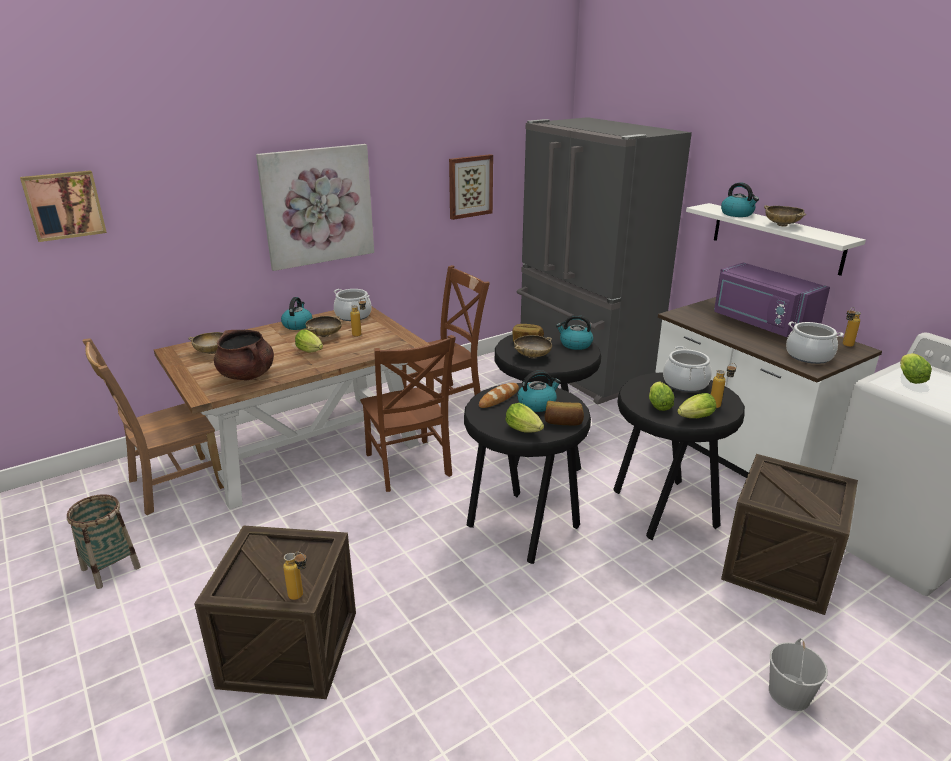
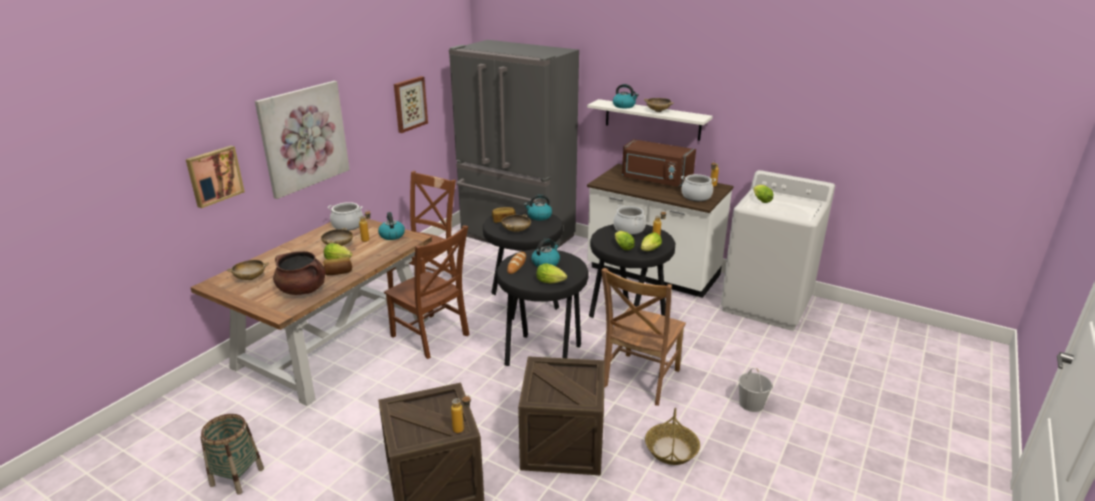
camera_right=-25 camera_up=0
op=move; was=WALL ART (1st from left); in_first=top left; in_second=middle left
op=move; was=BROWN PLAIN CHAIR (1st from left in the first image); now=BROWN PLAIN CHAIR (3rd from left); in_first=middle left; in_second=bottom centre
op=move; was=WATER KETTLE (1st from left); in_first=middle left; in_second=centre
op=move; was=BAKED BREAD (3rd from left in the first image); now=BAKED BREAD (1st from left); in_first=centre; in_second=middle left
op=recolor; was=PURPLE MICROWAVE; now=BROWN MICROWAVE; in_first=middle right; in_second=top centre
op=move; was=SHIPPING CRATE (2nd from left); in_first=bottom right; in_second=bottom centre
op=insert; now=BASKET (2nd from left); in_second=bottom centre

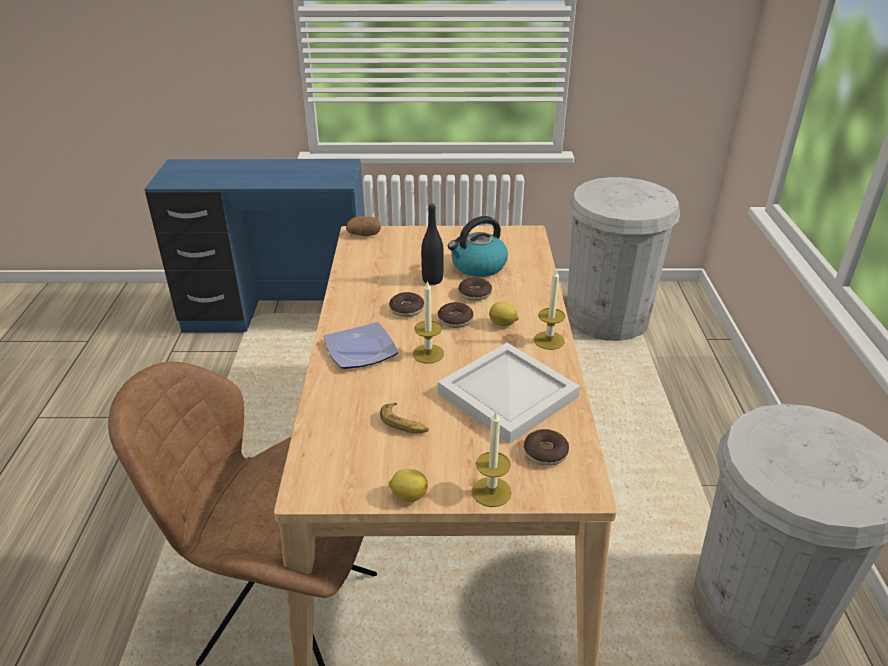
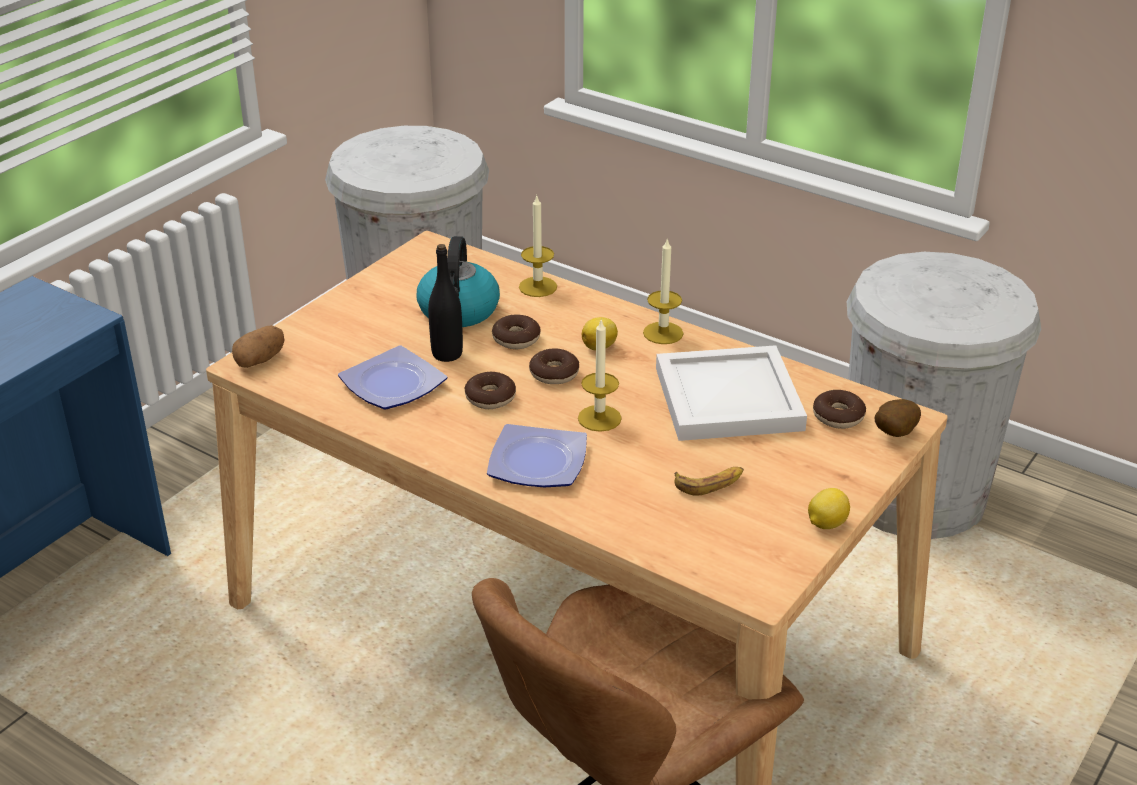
camera_right=-55 camera_up=0
op=move; was=WAX CANDLE (2nd from left in the first image); now=WAX CANDLE (1st from left); in_first=bottom centre; in_second=top centre
op=insert; now=DINNER PLATE (1st from left); in_second=centre
op=insert; now=WHOLE POTATO (2nd from left); in_second=middle right

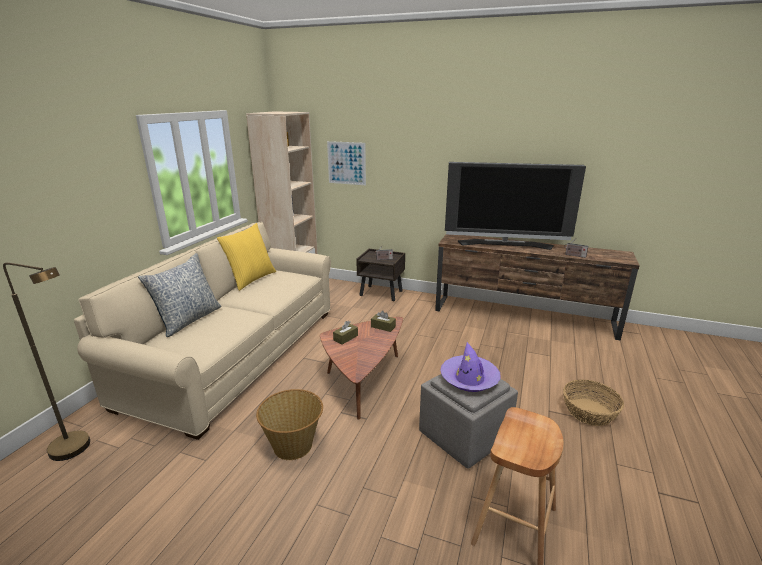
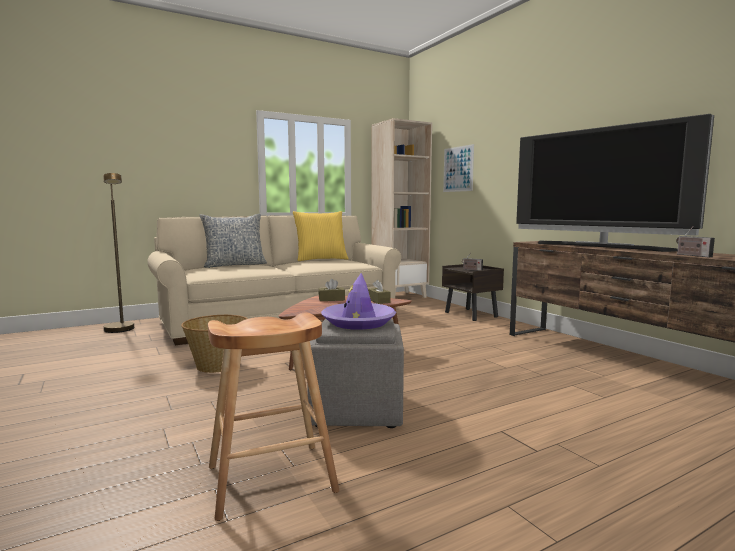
camera_right=40 camera_up=-15
op=delete; was=BASKET (2nd from left); in_first=bottom right

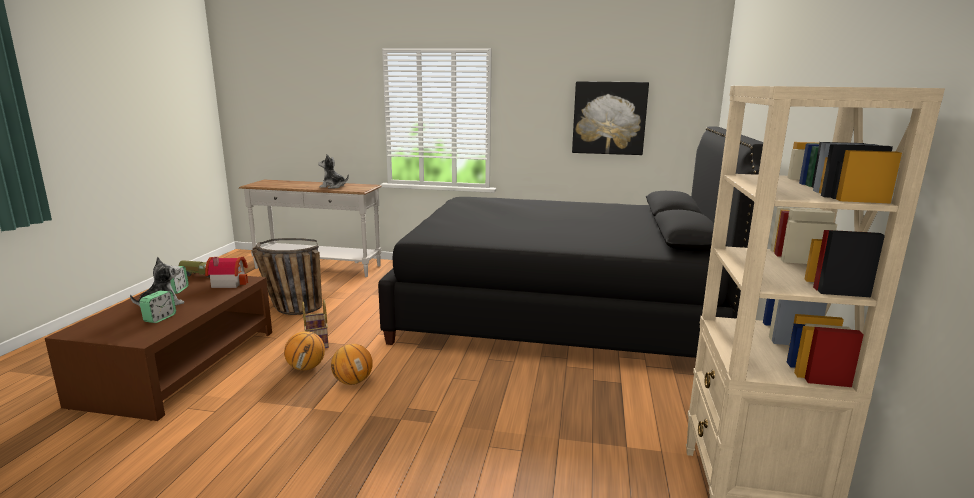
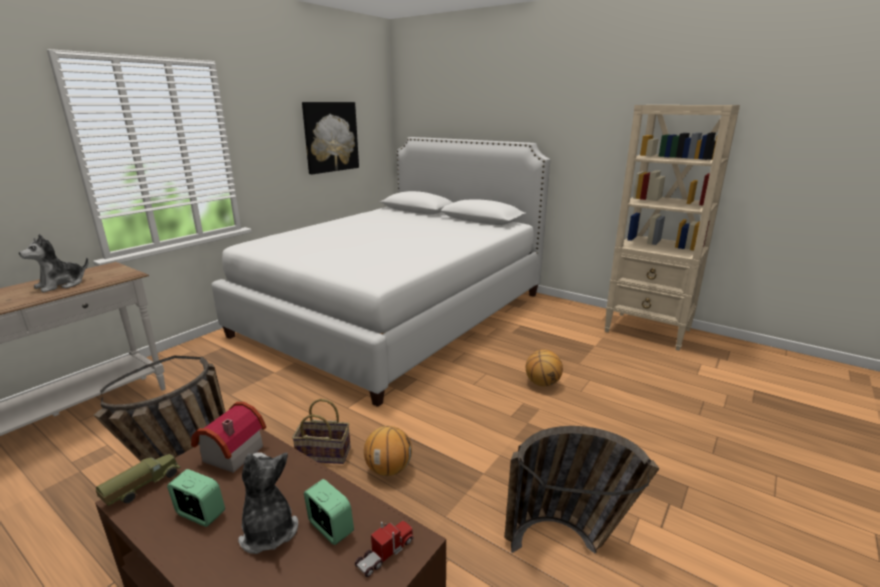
camera_right=-65 camera_up=5
op=move; was=BALL FOR BASKETBALL (2nd from left); in_first=bottom centre; in_second=centre
op=recolor; was=BLACK BEDROOM BED; now=WHITE-COLOURED BEDROOM BED; in_first=centre; in_second=centre
op=insert; now=TOY TRUCK (2nd from left); in_second=bottom centre
op=insert; now=BASKET (3rd from left); in_second=bottom centre

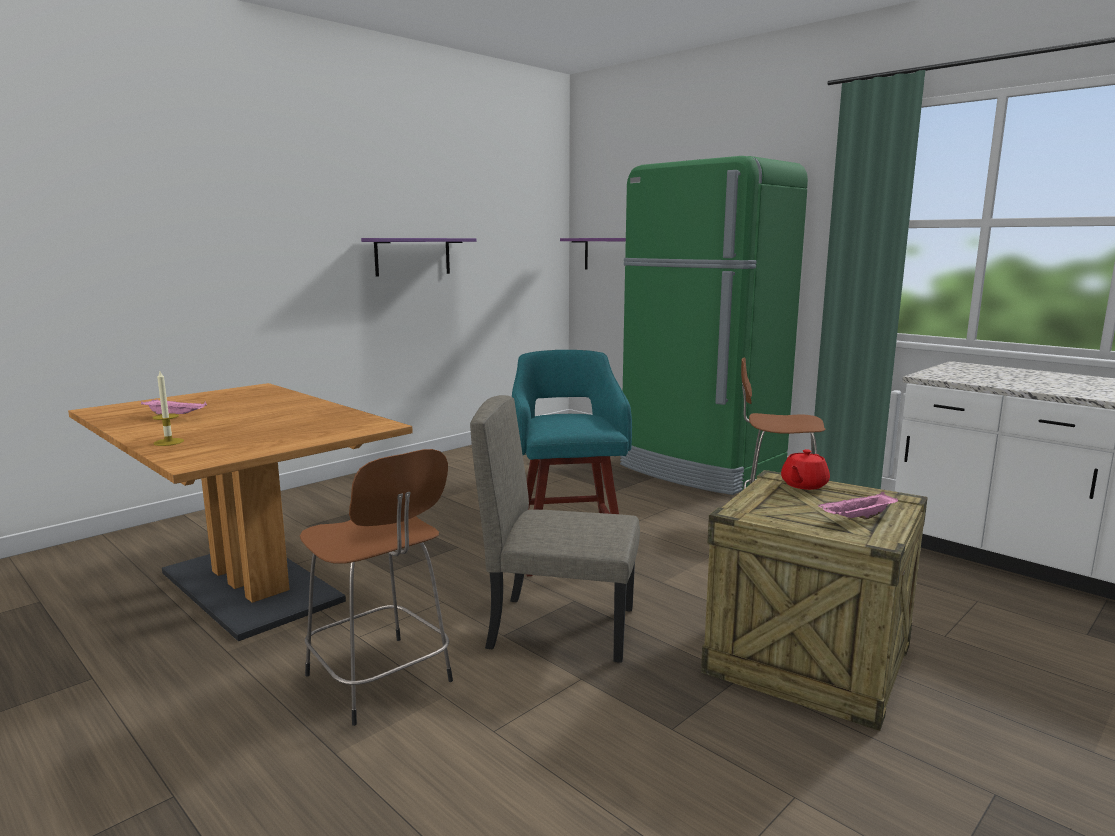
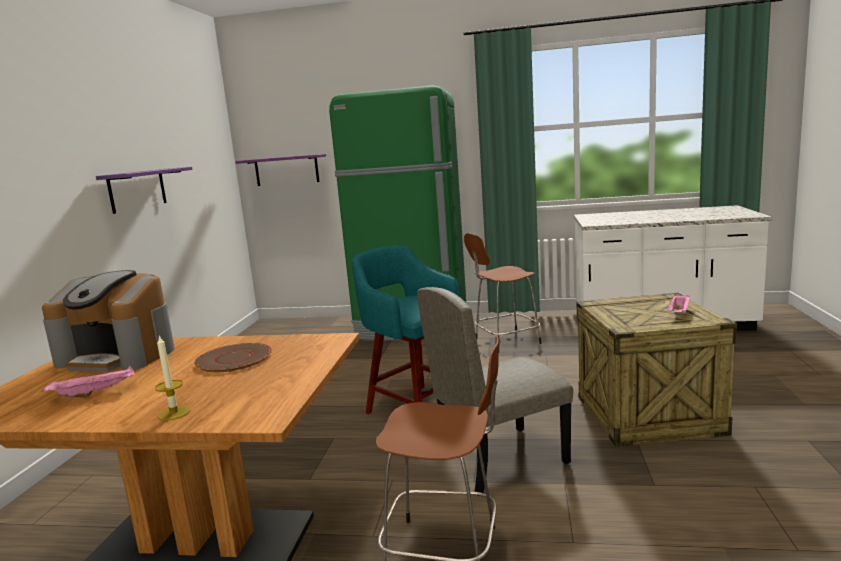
camera_right=-35 camera_up=0
op=delete; was=RED TEAPOT; in_first=middle right
op=insert; now=COFFEE BREWER; in_second=middle left
op=insert; now=BROWN DINNER PLATE; in_second=middle left

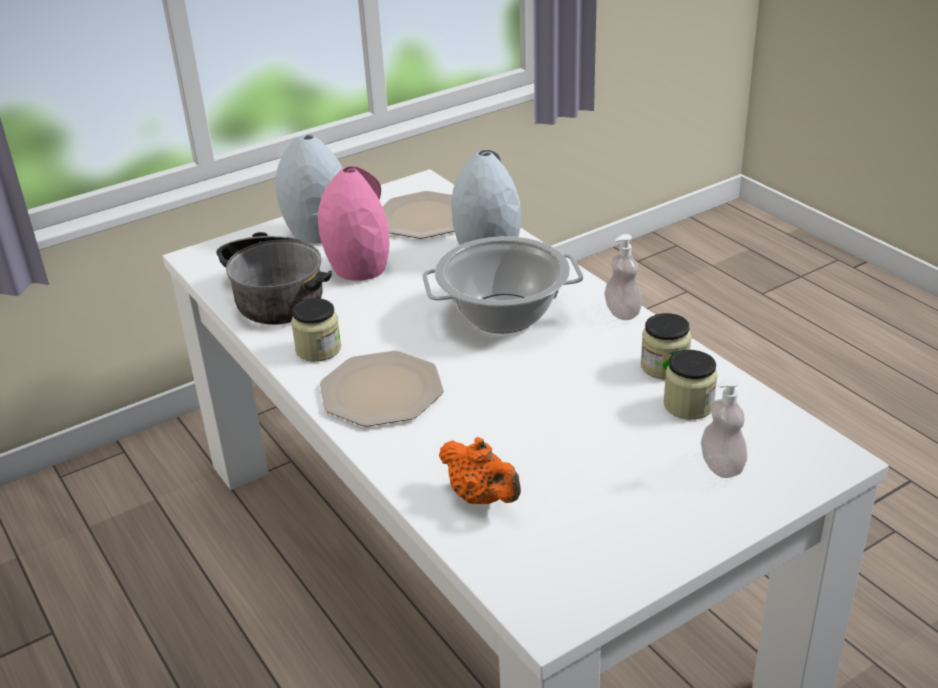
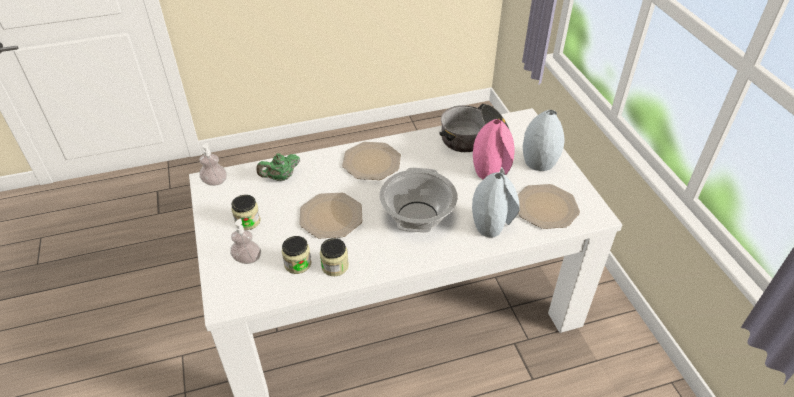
camera_right=105 camera_up=10
op=move; was=PRESERVE JAR (1st from left); in_first=centre; in_second=middle left
op=recolor; was=ORANGEY TEAPOT; now=GREENISH TEAPOT; in_first=bottom centre; in_second=centre
op=move; was=SOAP BOTTLE (1st from left); in_first=centre; in_second=middle left
op=insert; now=DINNER PLATE (1st from left); in_second=centre

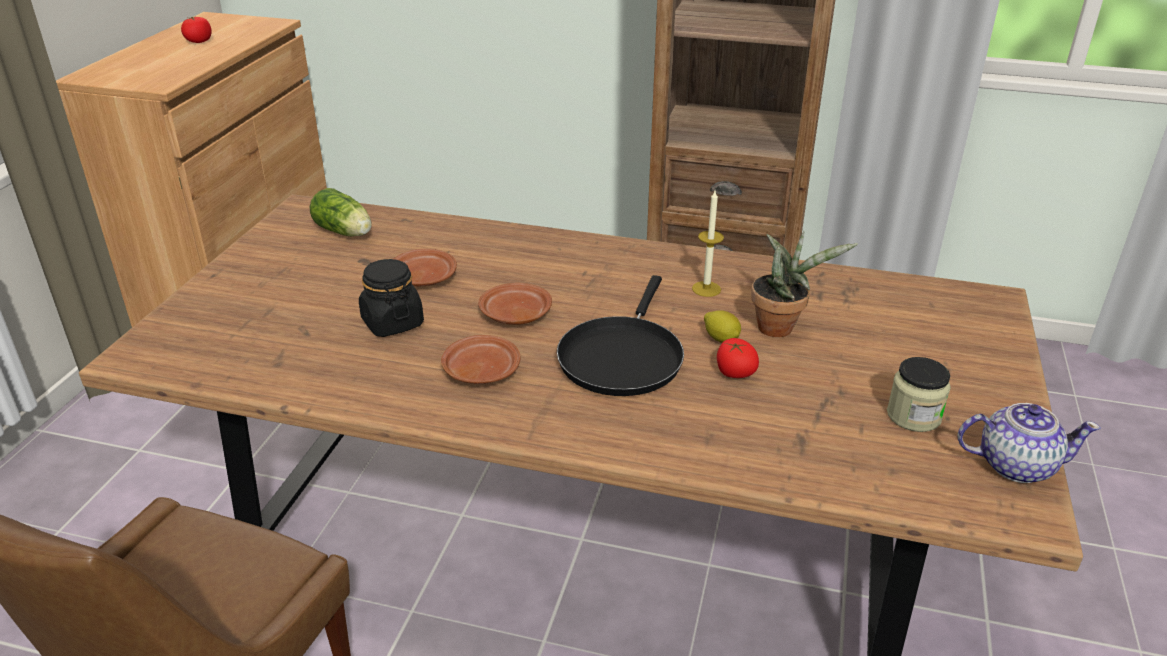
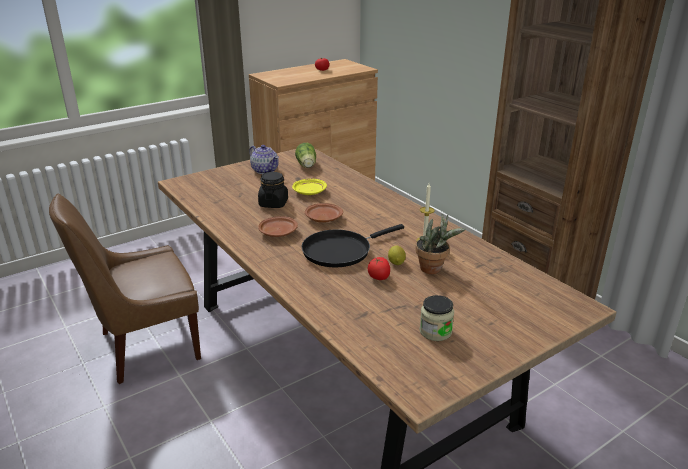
camera_right=40 camera_up=-5
op=recolor; was=BROWN DINNER PLATE (1st from left); now=YELLOW DINNER PLATE; in_first=centre; in_second=centre
op=move; was=TEAPOT; in_first=bottom right; in_second=centre

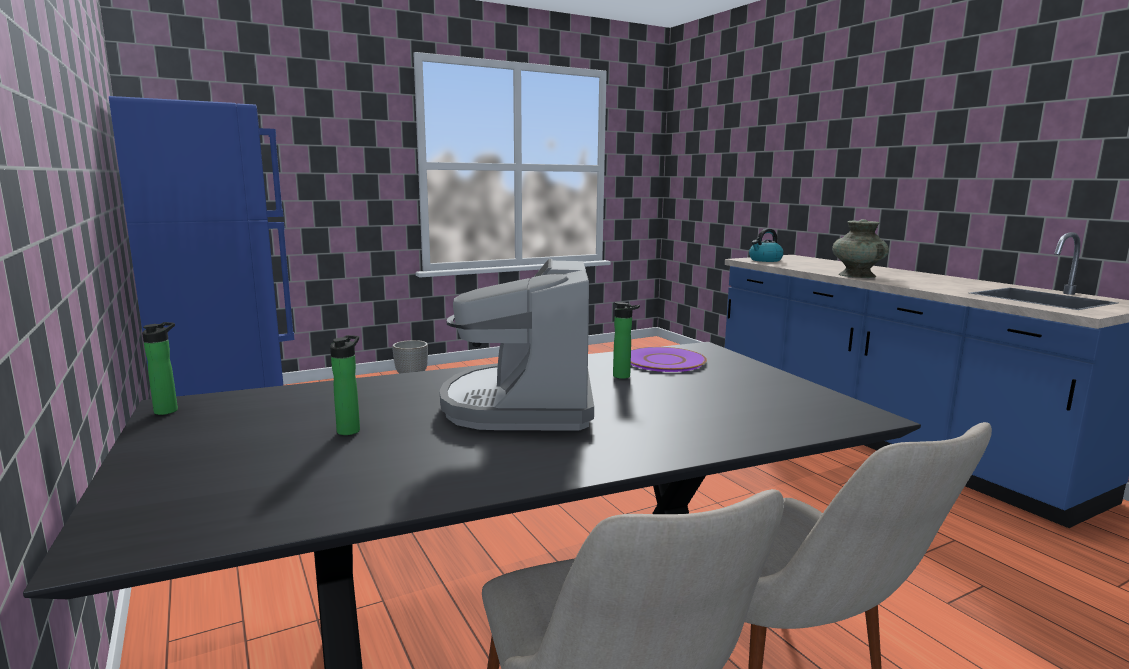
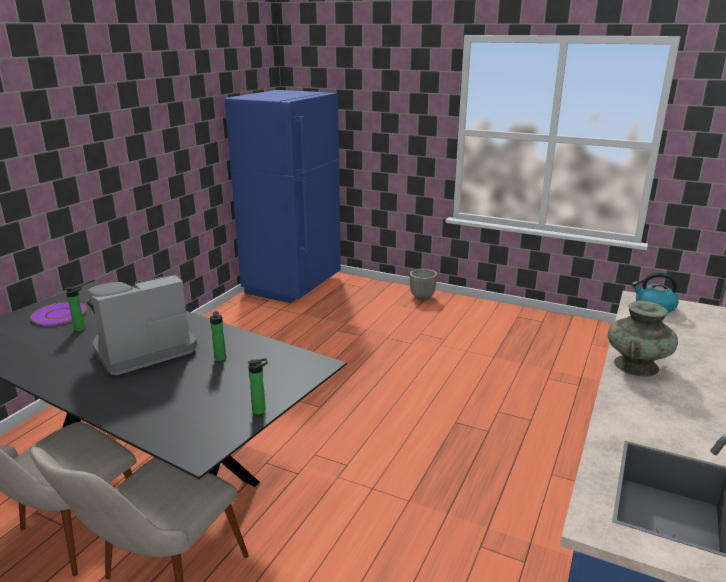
camera_right=55 camera_up=10
op=move; was=BOTTLE (1st from left in the first image); now=BOTTLE (3rd from left); in_first=middle left; in_second=centre
op=move; was=PURPLE DINNER PLATE; in_first=centre; in_second=middle left

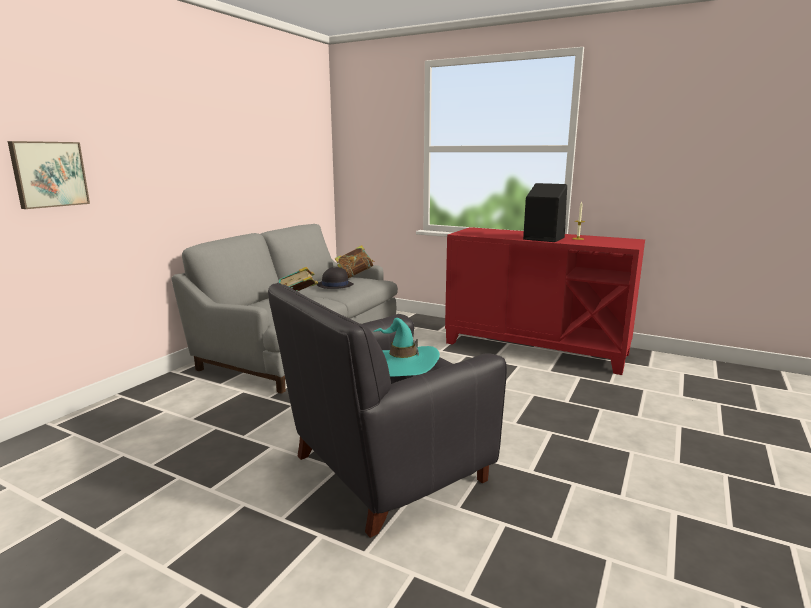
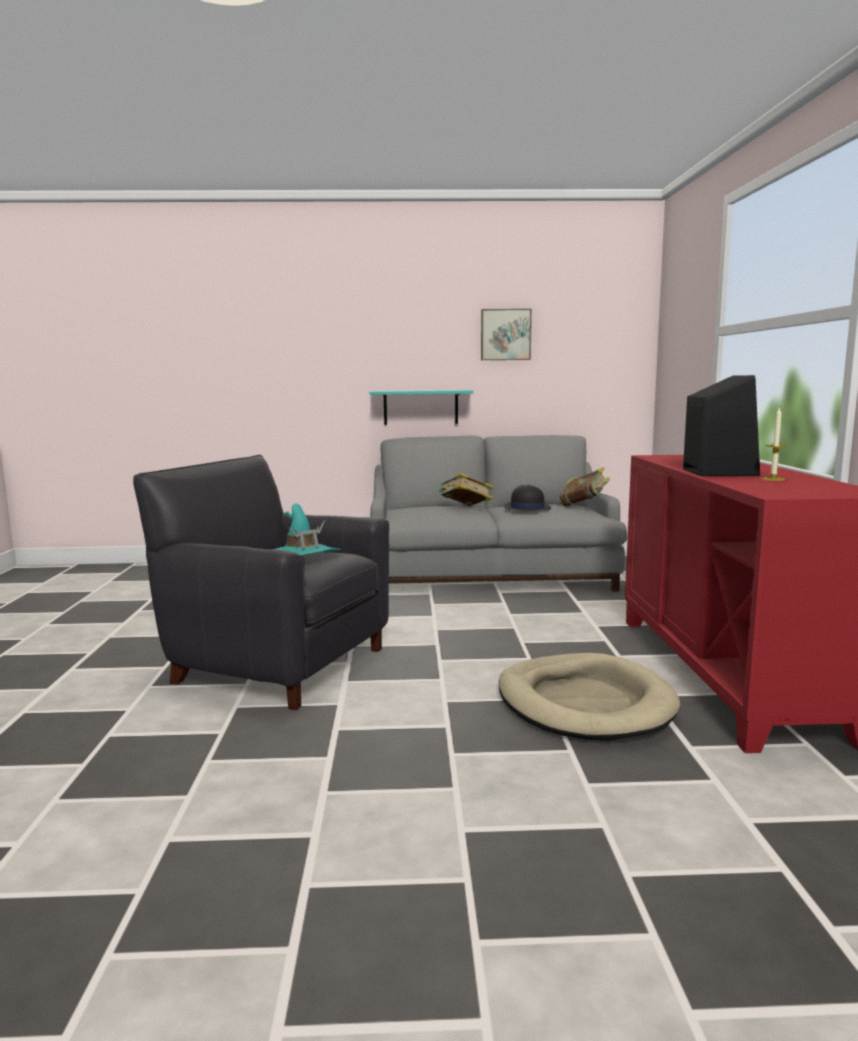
camera_right=60 camera_up=-5
op=move; was=WALL ART; in_first=top left; in_second=top centre
op=insert; now=BLUE-GREEN BRACKET SHELF; in_second=centre
op=insert; now=BEIGE-COLOURED DOG BED; in_second=bottom right

